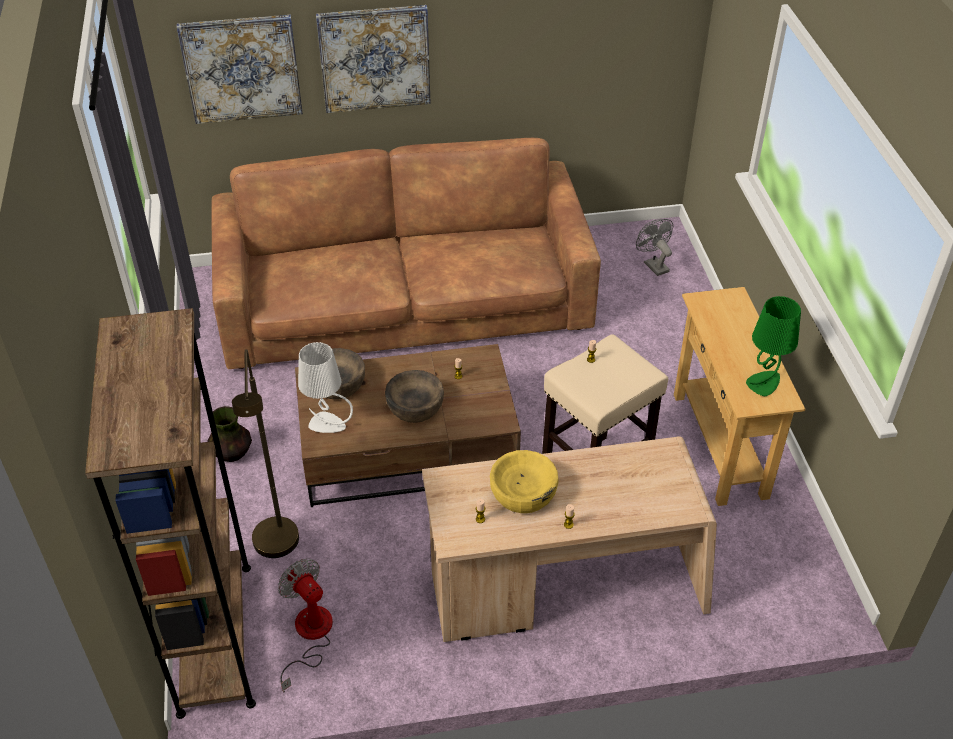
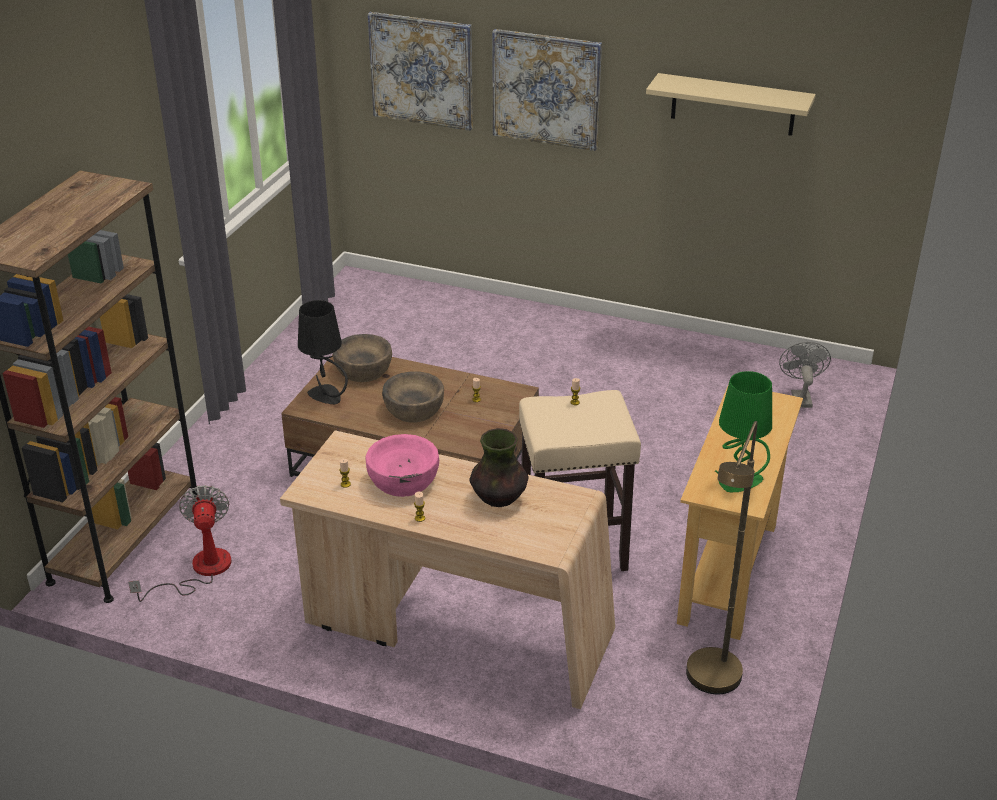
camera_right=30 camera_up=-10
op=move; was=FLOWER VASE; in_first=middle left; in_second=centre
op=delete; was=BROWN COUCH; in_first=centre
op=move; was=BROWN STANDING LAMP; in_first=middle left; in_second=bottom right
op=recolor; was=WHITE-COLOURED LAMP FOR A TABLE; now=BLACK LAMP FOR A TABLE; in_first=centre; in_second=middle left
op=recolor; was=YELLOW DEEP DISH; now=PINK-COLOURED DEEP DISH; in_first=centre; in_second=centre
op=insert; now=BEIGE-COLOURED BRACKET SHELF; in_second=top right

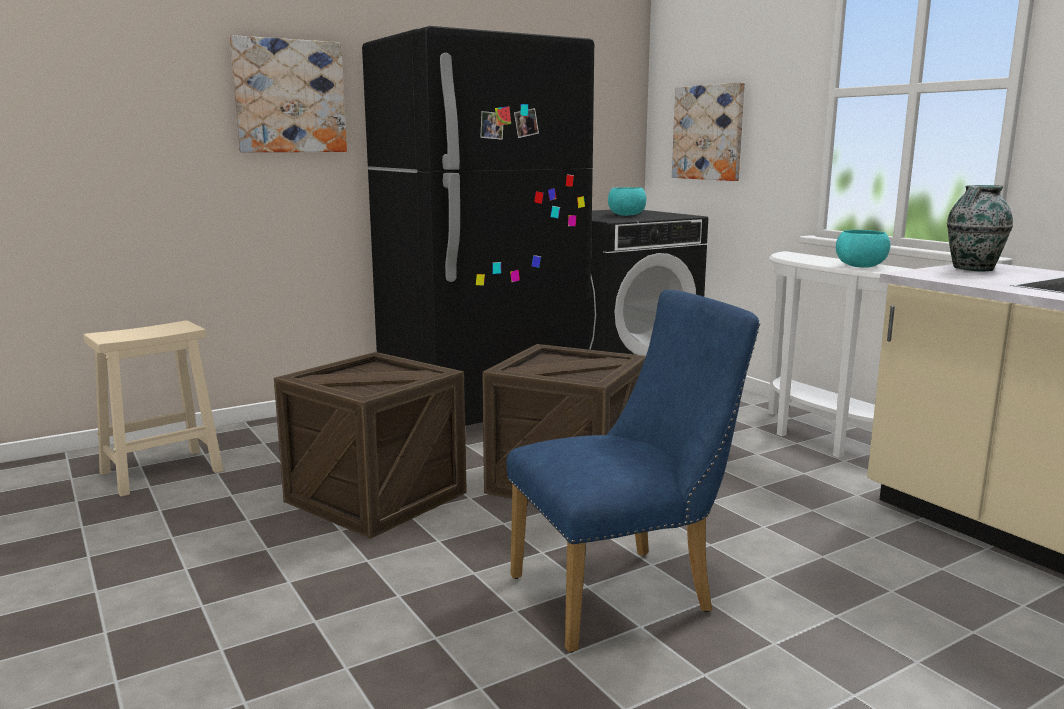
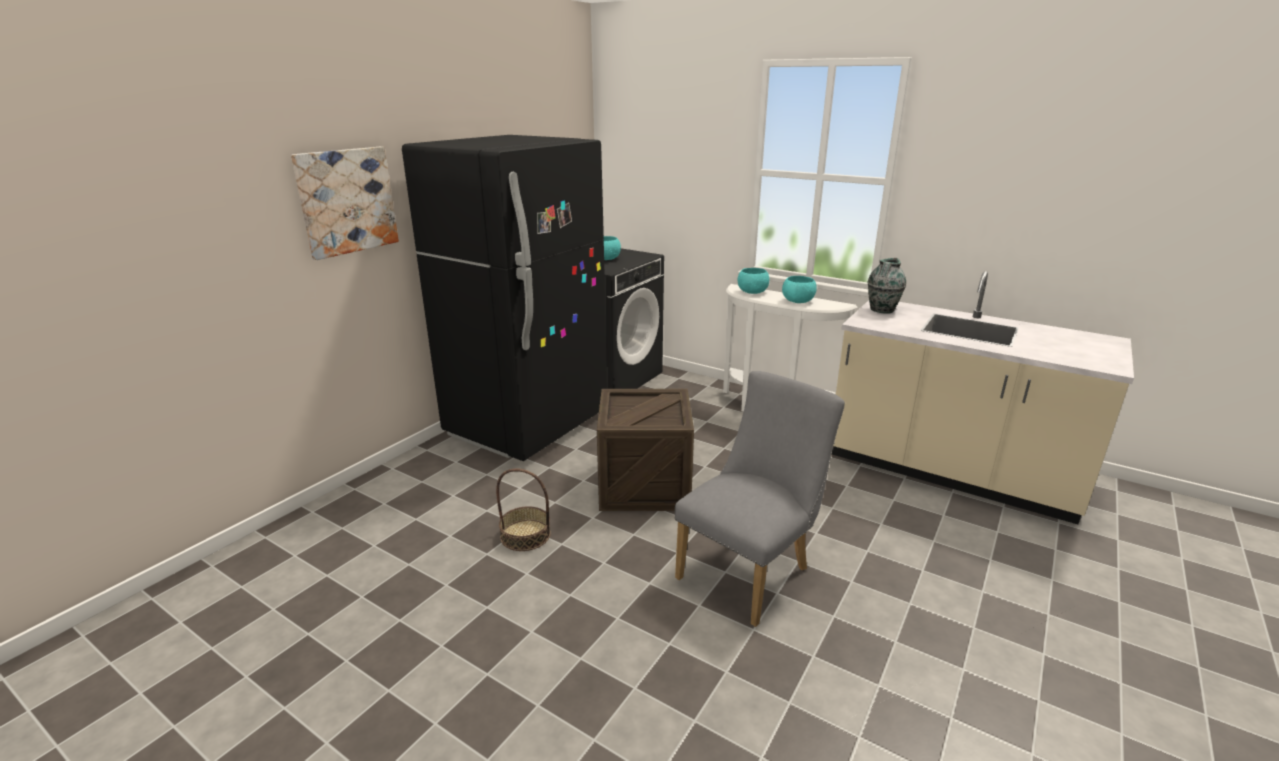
camera_right=-25 camera_up=10
op=delete; was=BEIGE-COLOURED SITTING STOOL; in_first=middle left
op=replace; was=SHIPPING CRATE (1st from left); now=BASKET; in_first=centre; in_second=bottom centre
op=recolor; was=BLUE PLAIN CHAIR; now=GREYISH PLAIN CHAIR; in_first=centre; in_second=centre
op=delete; was=WALL ART (2nd from left); in_first=top centre
op=insert; now=BLUE-GREEN DEEP DISH (2nd from left); in_second=centre

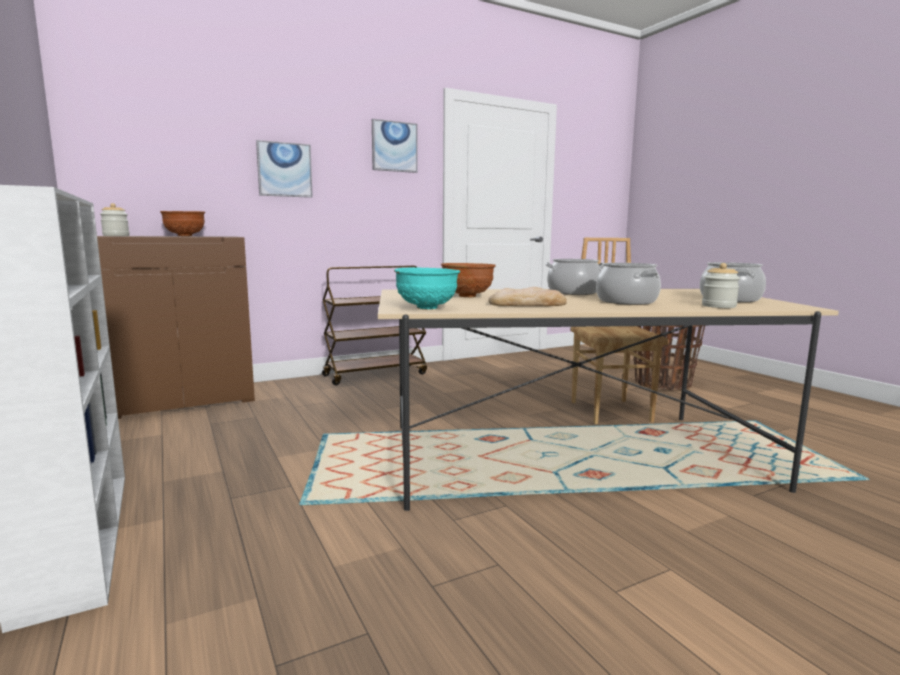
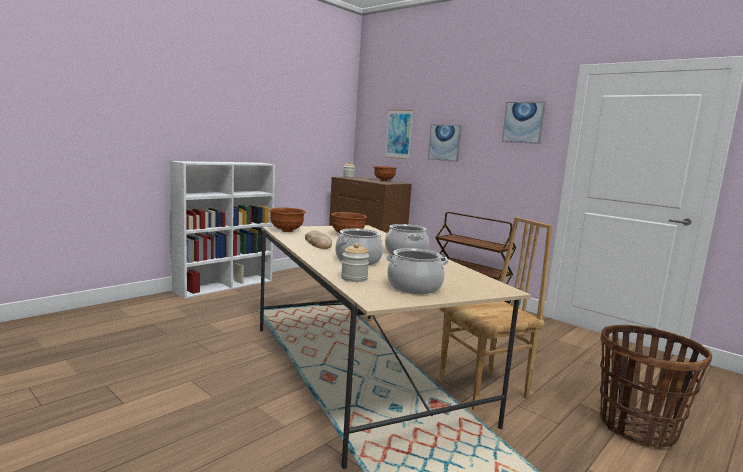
camera_right=70 camera_up=0
op=recolor; was=BLUE-GREEN DEEP DISH; now=BROWN DEEP DISH (1st from left); in_first=centre; in_second=centre
op=insert; now=WALL ART (1st from left); in_second=top centre

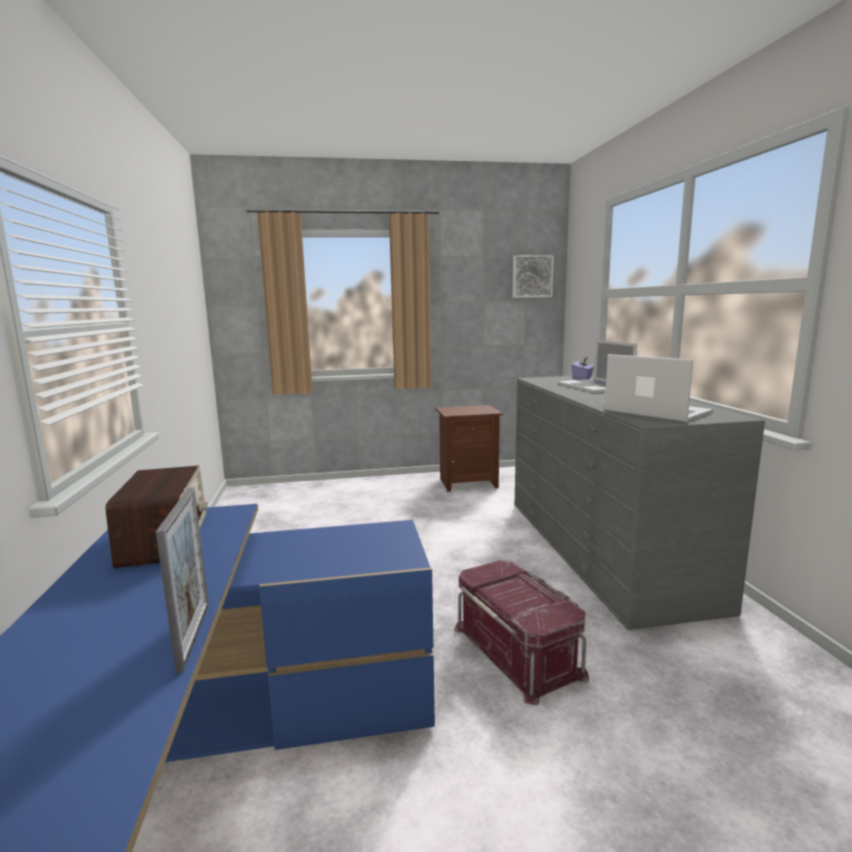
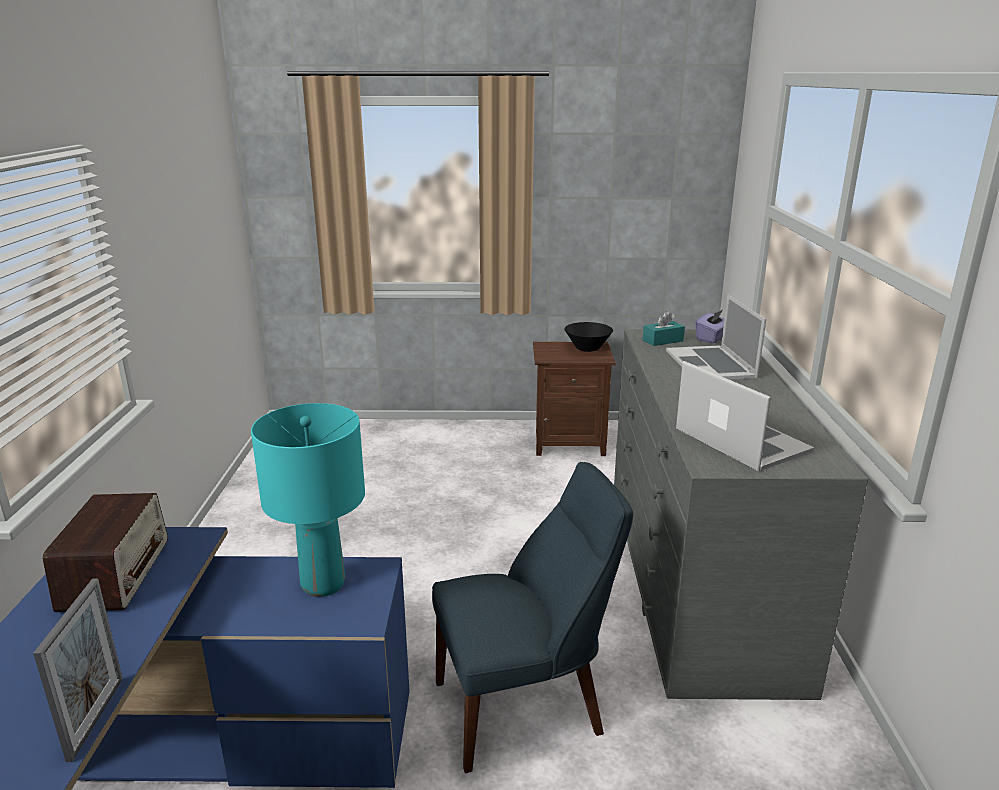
camera_right=10 camera_up=10
op=replace; was=RED STORAGE BOX; now=BLUE PLAIN CHAIR; in_first=bottom centre; in_second=bottom centre
op=delete; was=WALL ART; in_first=top centre
op=insert; now=BLUE-GREEN LAMP FOR A TABLE; in_second=middle left
op=insert; now=BLACK DEEP DISH; in_second=centre
op=insert; now=BLUE-GREEN TISSUE HOLDER; in_second=centre

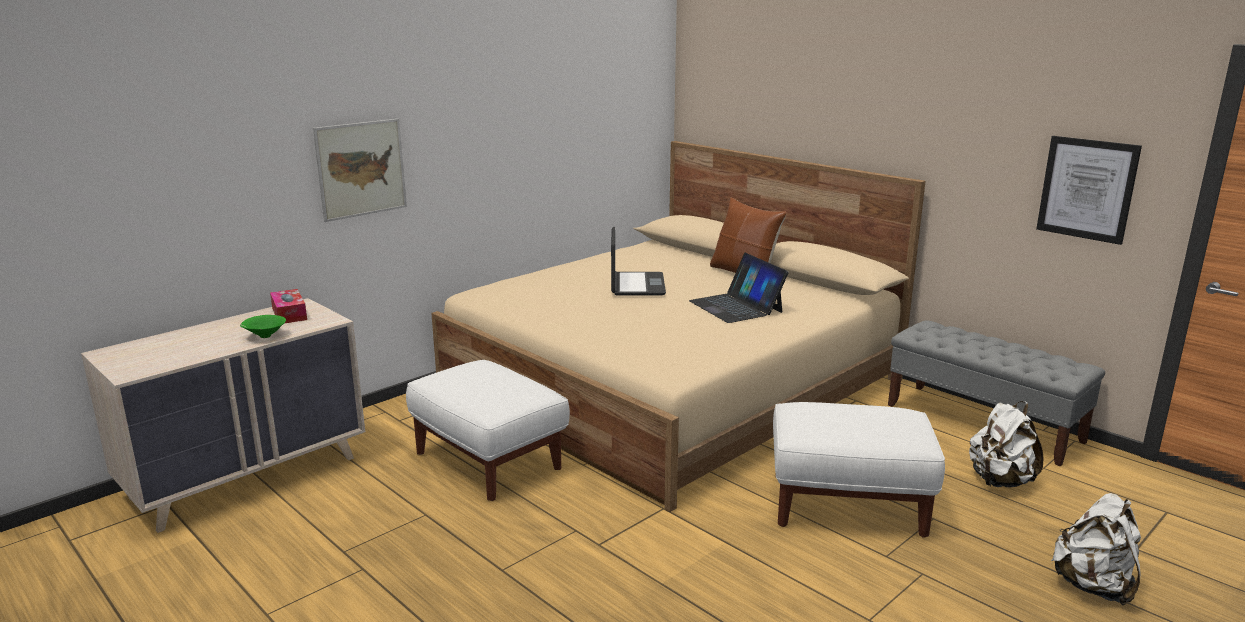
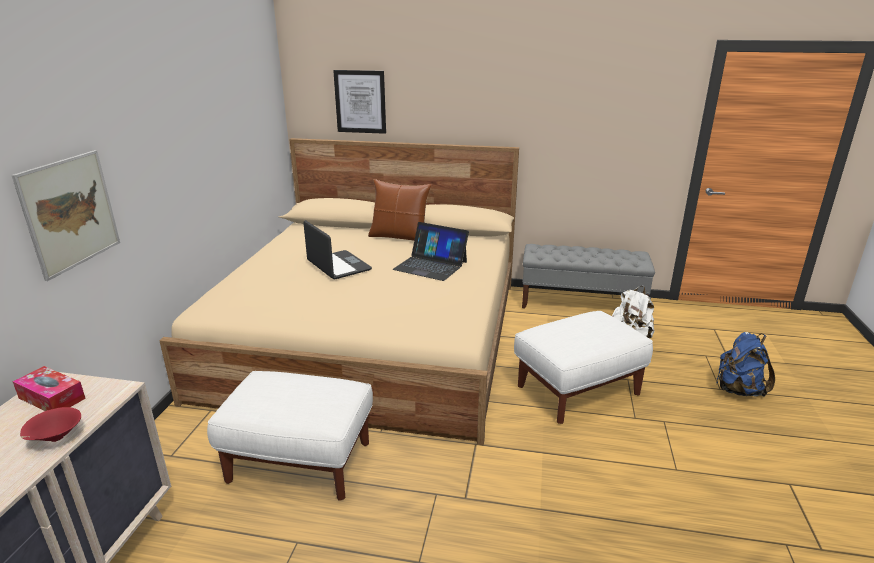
camera_right=-35 camera_up=5
op=recolor; was=GREENISH DEEP DISH; now=RED DEEP DISH; in_first=middle left; in_second=bottom left
op=move; was=WALL ART (2nd from left); in_first=top right; in_second=top centre
op=recolor; was=WHITE-COLOURED BACKPACK (2nd from left); now=BLUE BACKPACK; in_first=bottom right; in_second=middle right

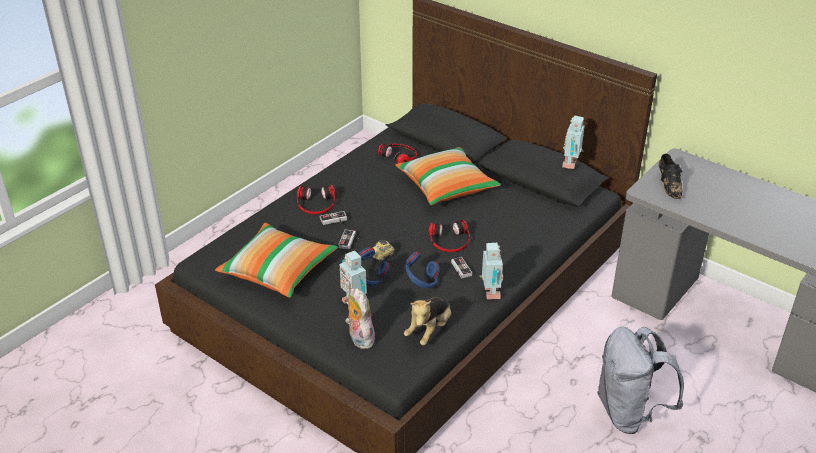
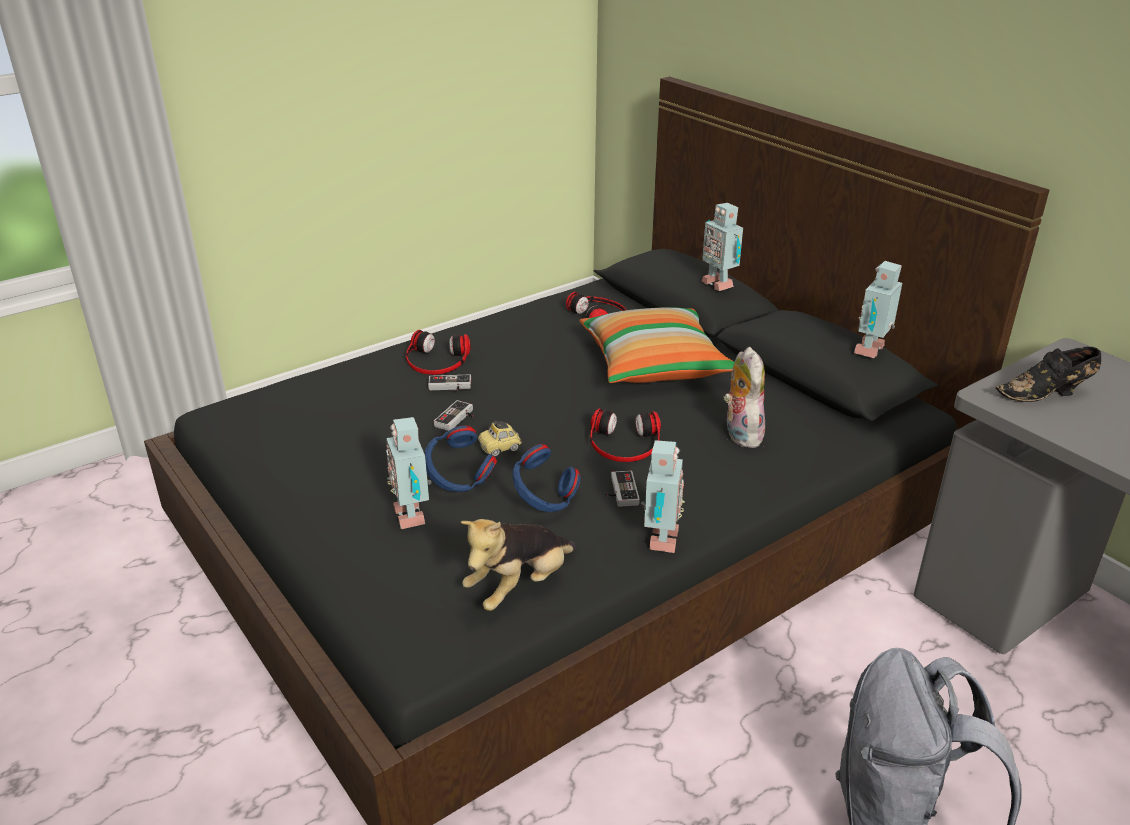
camera_right=15 camera_up=-5
op=delete; was=CUSHION (1st from left); in_first=centre
op=move; was=CUDDLY TOY (1st from left in the first image); now=CUDDLY TOY (2nd from left); in_first=bottom centre; in_second=centre
op=rotate; was=BLACK SHOE; in_first=middle right; in_second=middle right; clockwise=75
op=insert; now=ROBOT FIGURE (3rd from left); in_second=top centre

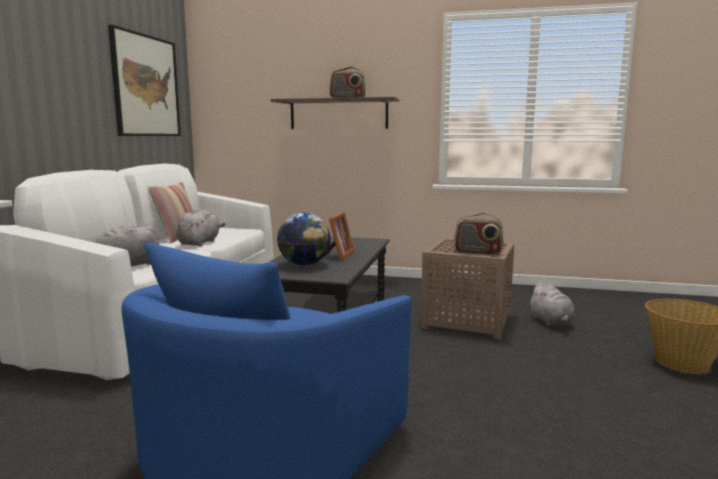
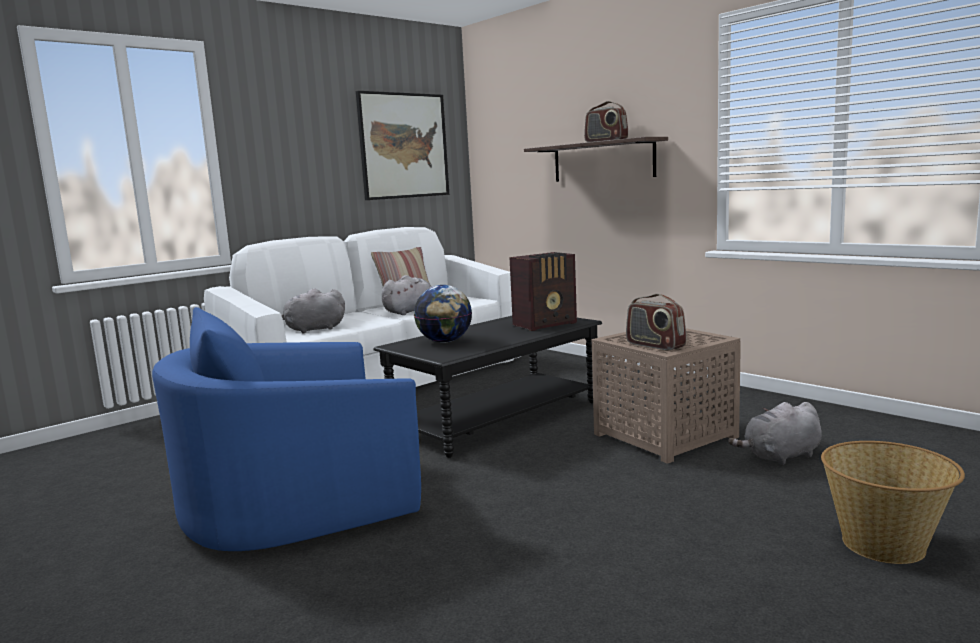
camera_right=35 camera_up=0
op=delete; was=STANDING FRAME; in_first=centre
op=rotate; was=GREYISH CUDDLY TOY (3rd from left); in_first=middle right; in_second=bottom right; clockwise=45
op=insert; now=RADIO (1st from left); in_second=centre

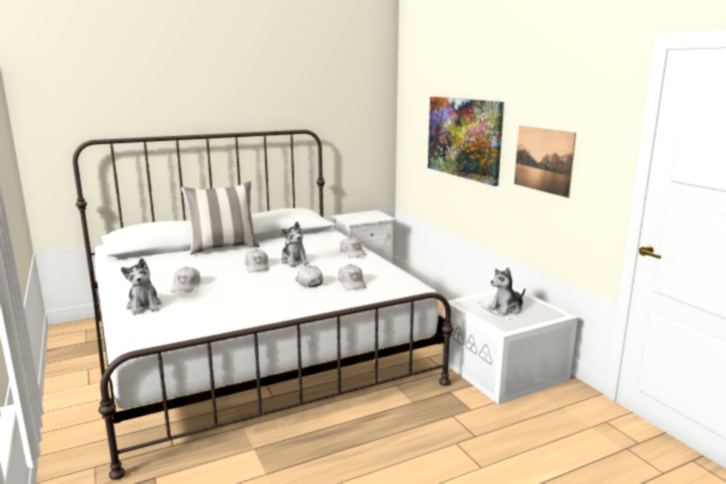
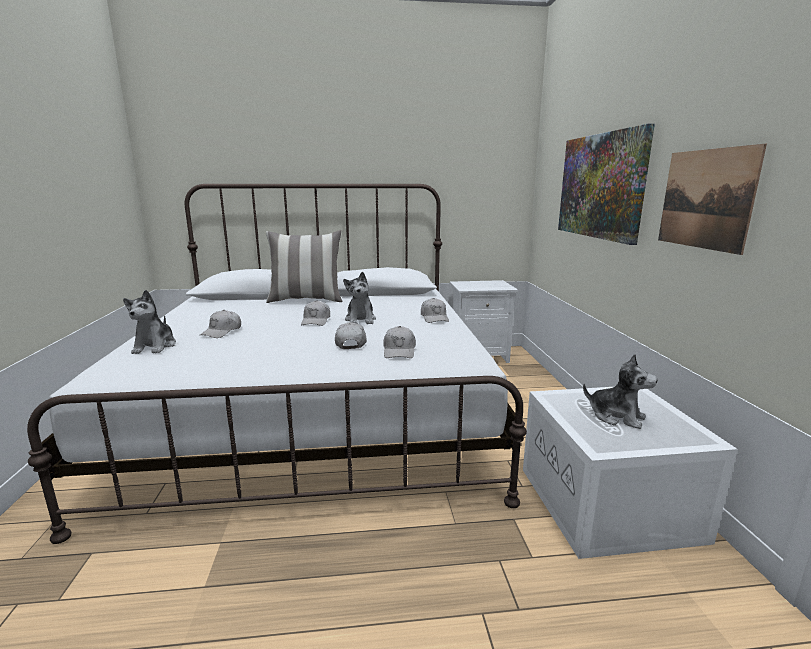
camera_right=20 camera_up=0
op=rotate; was=CUDDLY TOY (3rd from left); in_first=middle right; in_second=middle right; clockwise=-135

